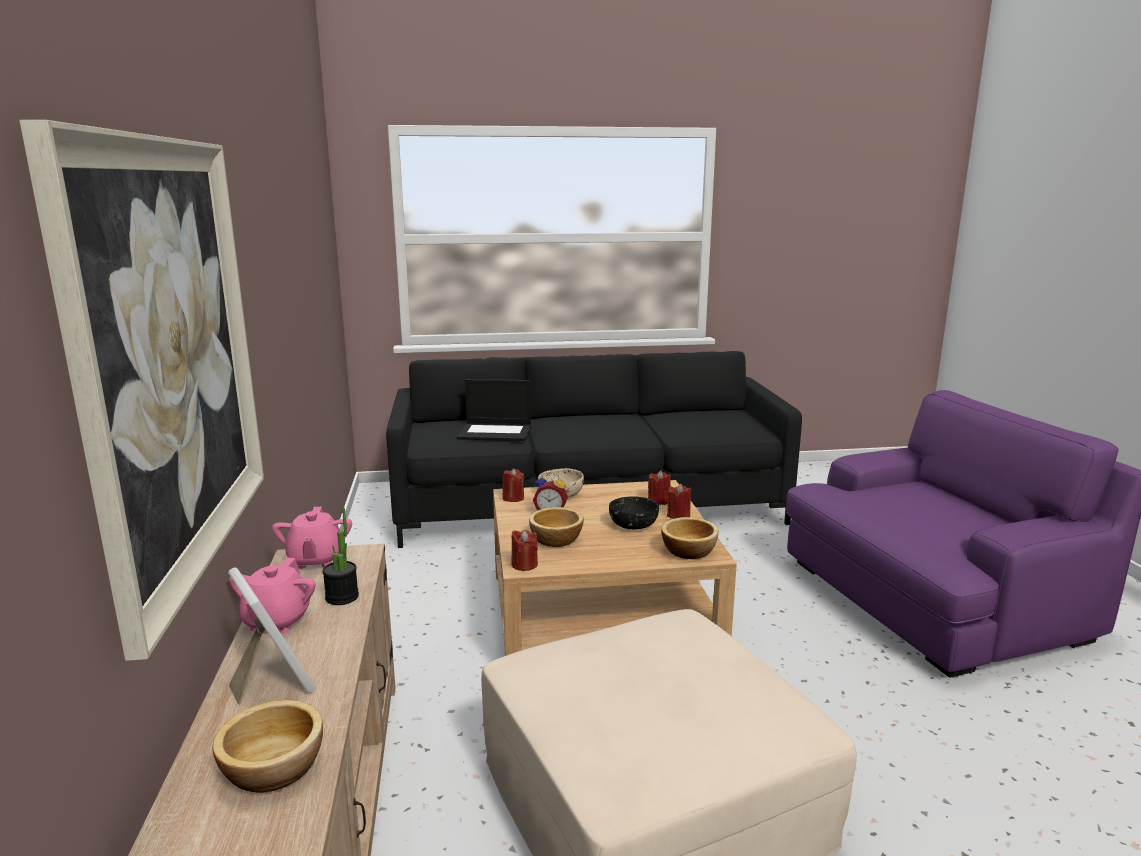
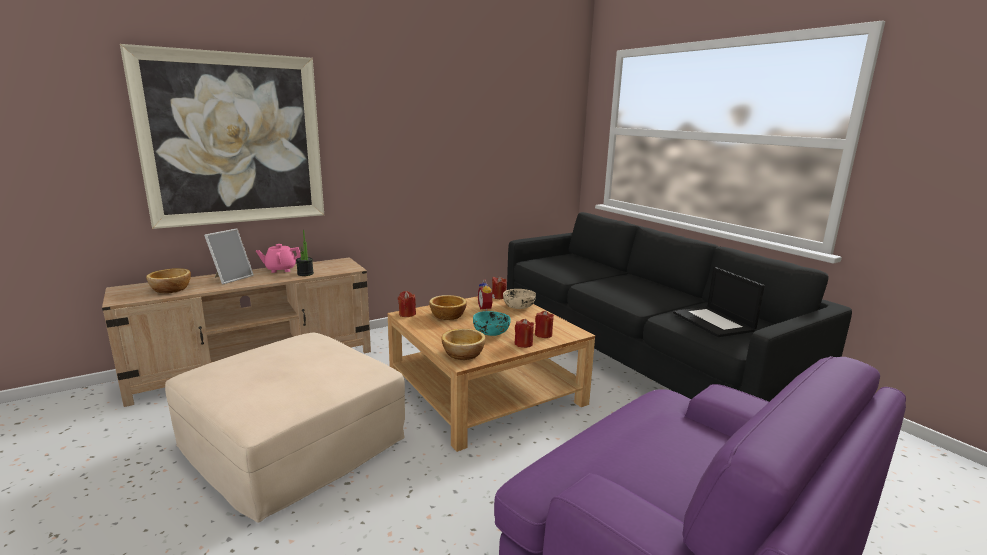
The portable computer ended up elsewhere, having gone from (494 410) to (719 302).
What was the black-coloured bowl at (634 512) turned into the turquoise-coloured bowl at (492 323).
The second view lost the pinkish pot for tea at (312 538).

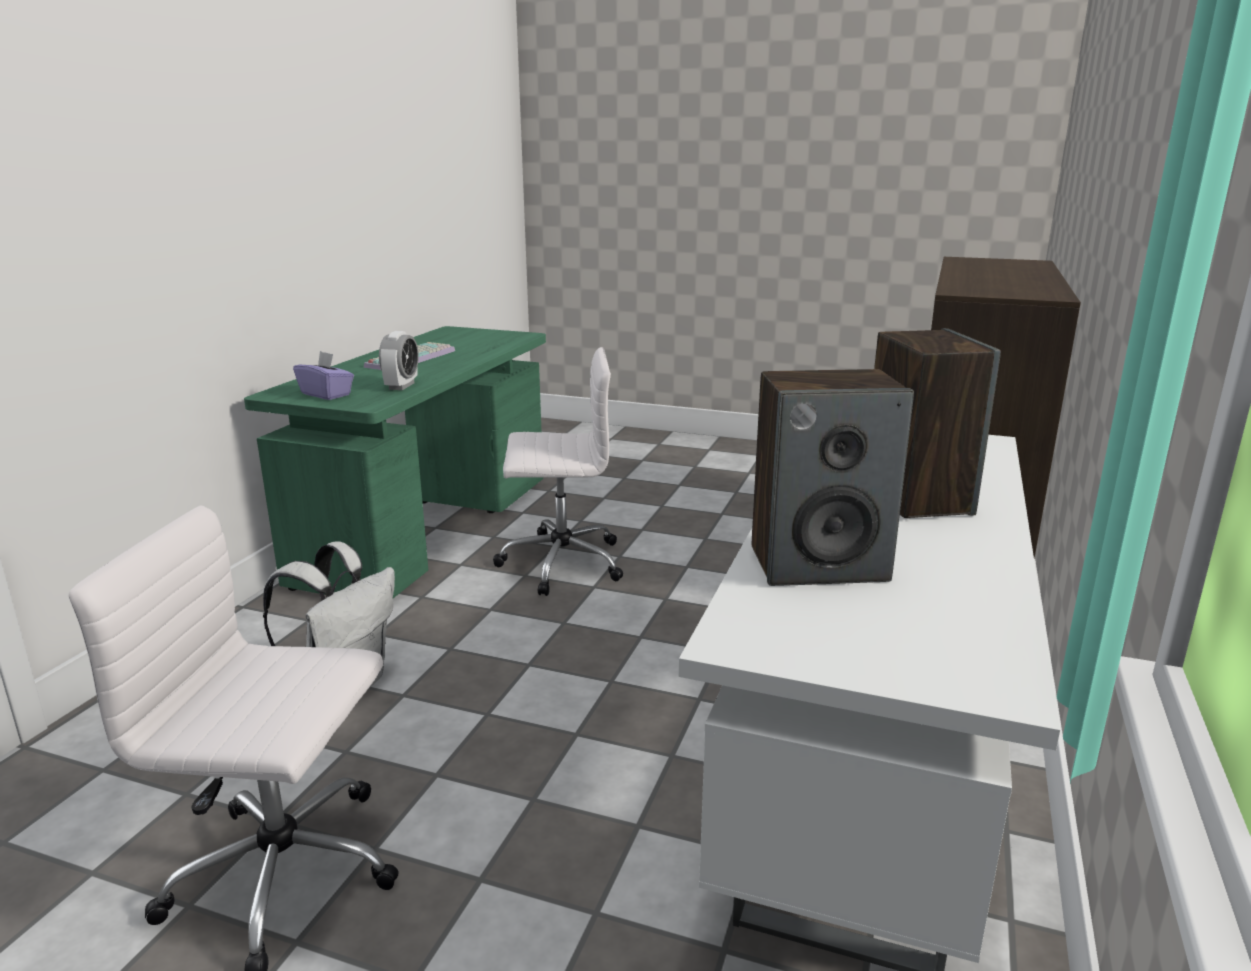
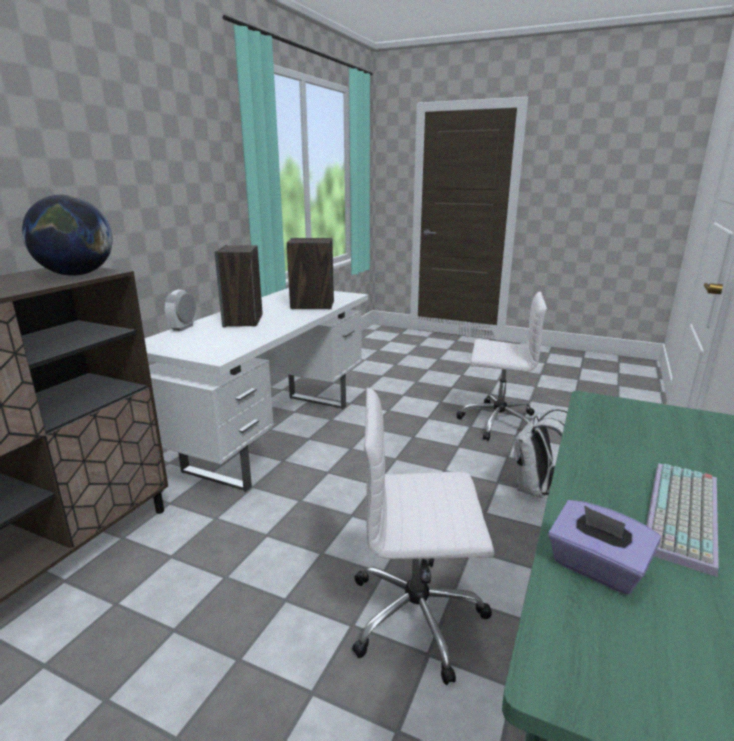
The bedside clock ended up elsewhere, having gone from (399 360) to (180 310).
The purple-coloured box of tissues ended up elsewhere, having gone from (323 375) to (604 547).
The second view gained the world globe at (67 235).

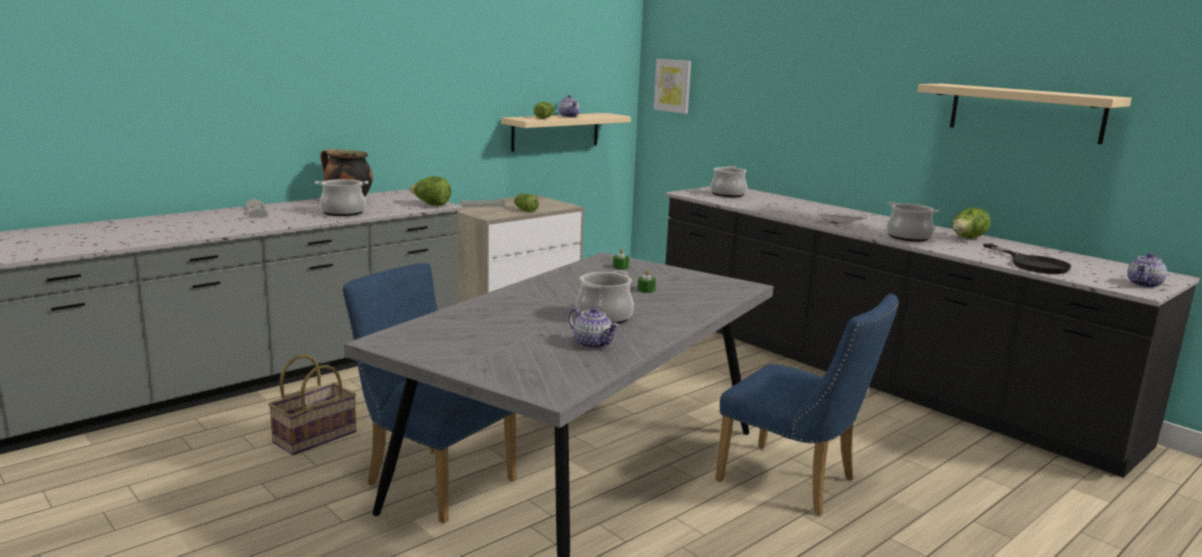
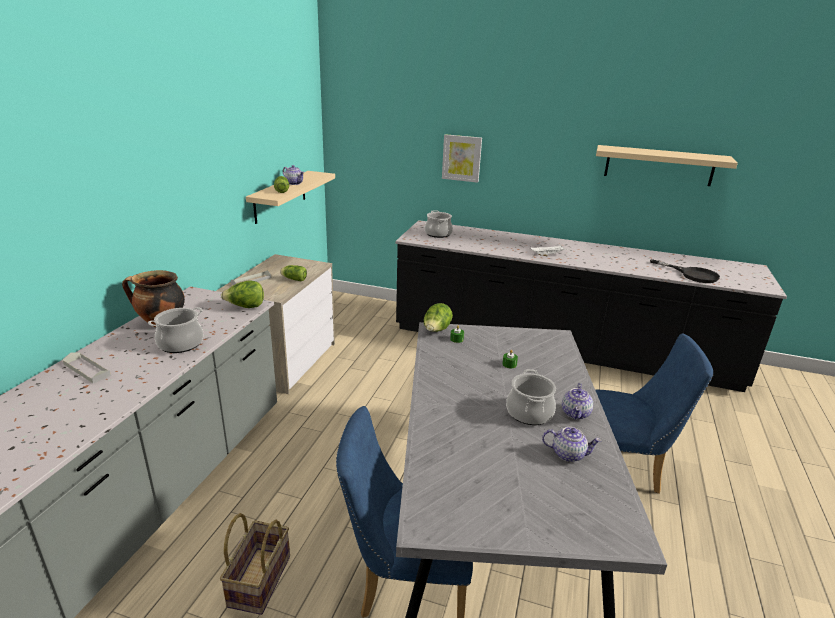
The picture ended up elsewhere, having gone from (672 86) to (462 158).
The second view lost the saucepot at (912 222).
The lettuce ended up elsewhere, having gone from (971 223) to (438 317).
The pot for tea ended up elsewhere, having gone from (1147 270) to (577 401).

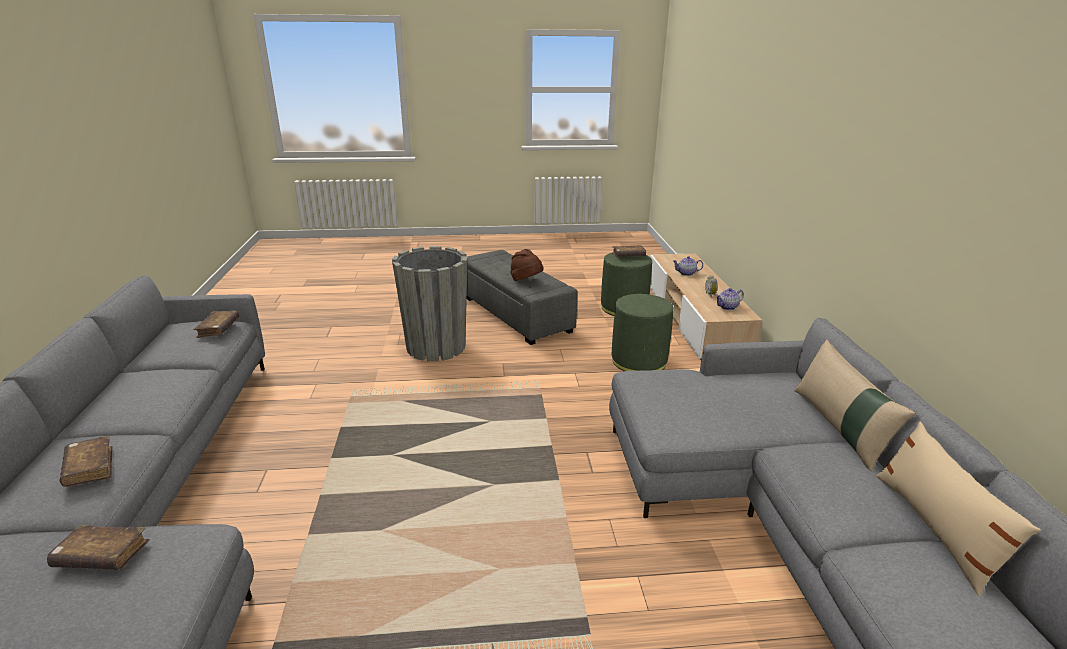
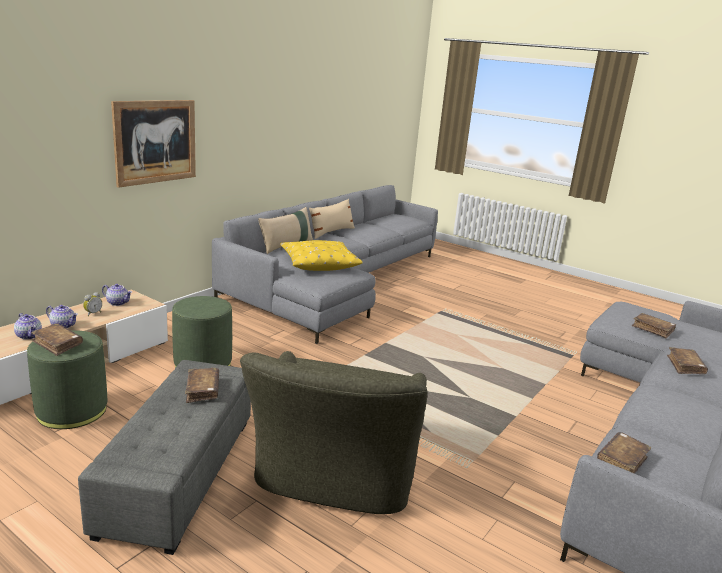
Where the gray planter stood at (430 303), the greenish lounge chair came to stand at (333 432).
Where the brown-coloured hat stood at (526 265), the brown-coloured book came to stand at (202 385).
The second view gained the picture at (153 144).
The second view gained the yellow-coloured pillow at (321 255).
The second view gained the pot for tea at (62 316).

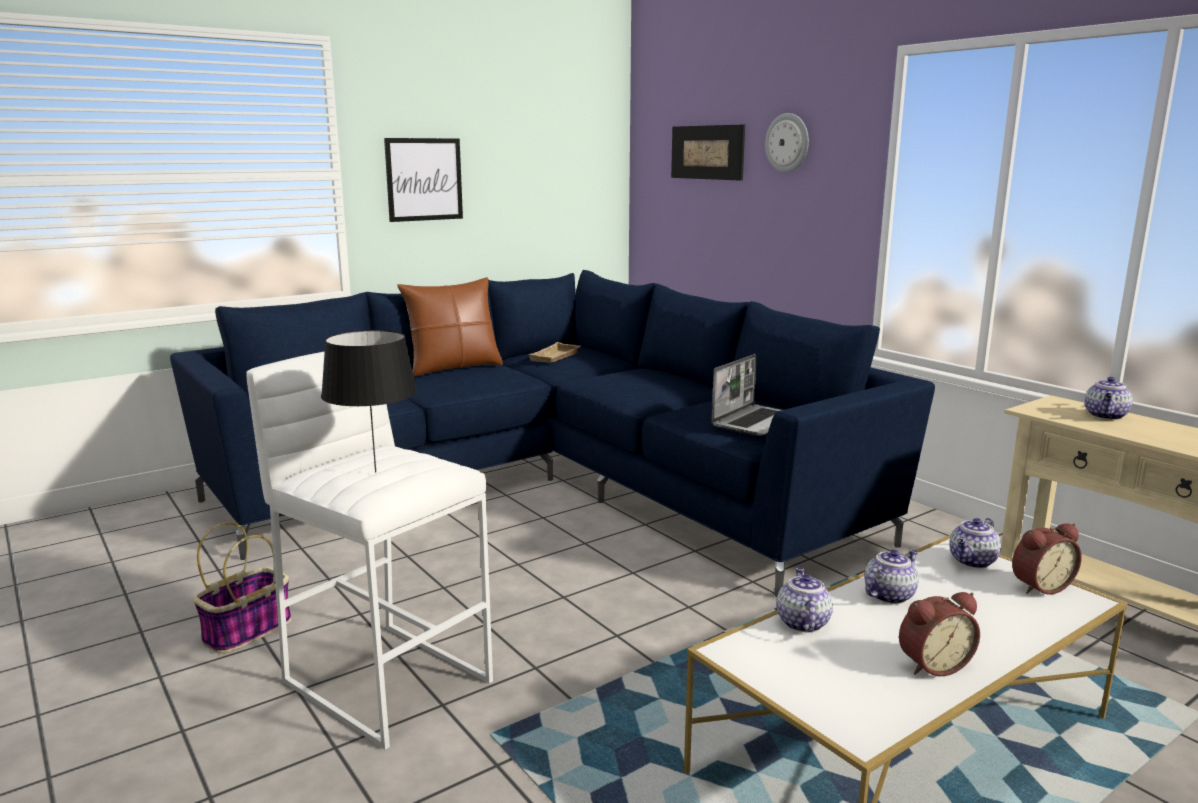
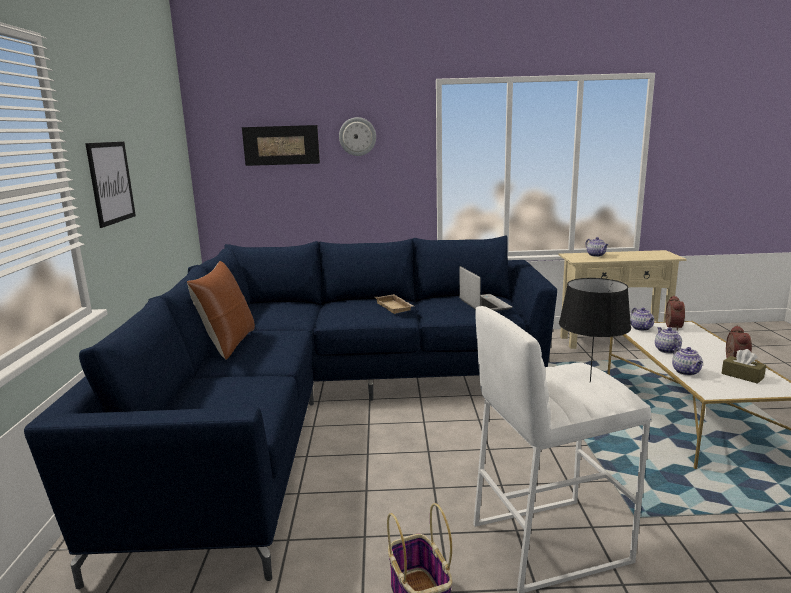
The beige carrying tray ended up elsewhere, having gone from (555 352) to (394 304).
The pot for tea at (805 600) ended up facing another way, 135 degrees counterclockwise from before.
The second view gained the brown-coloured box of tissues at (743 366).

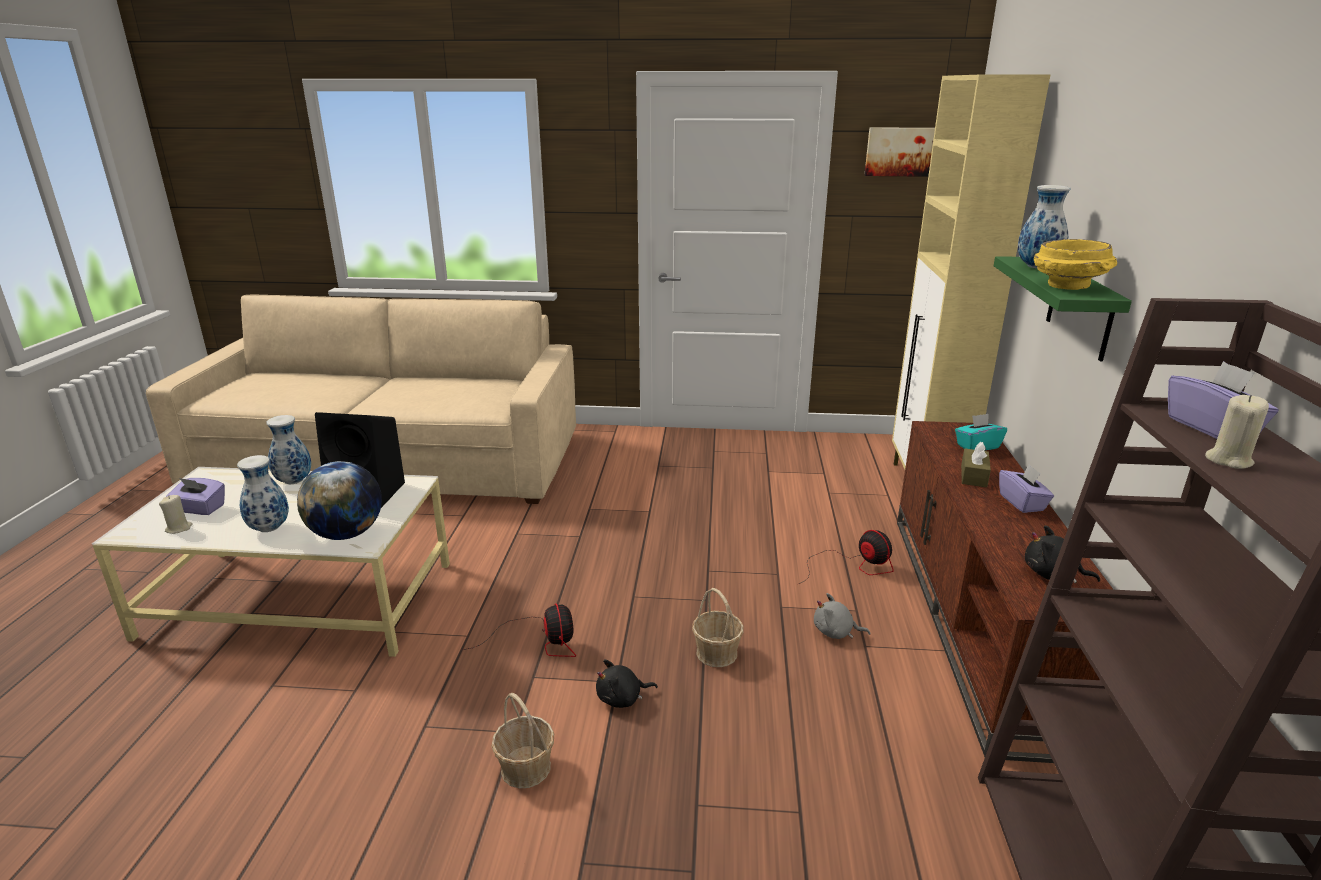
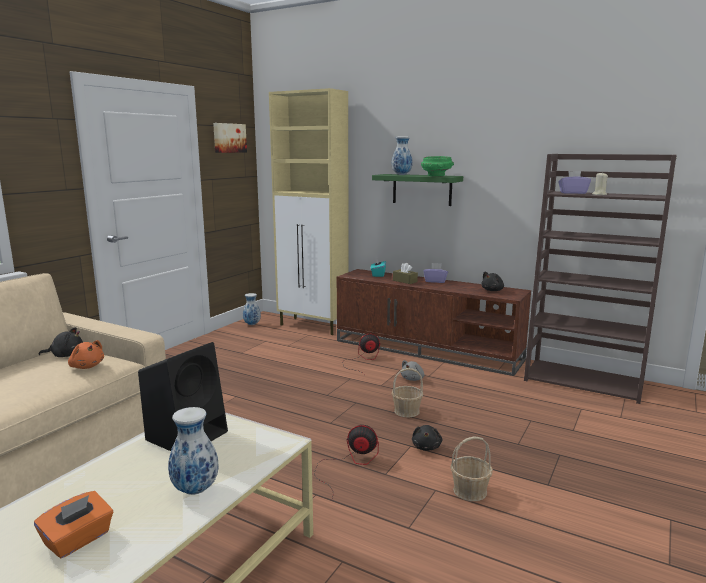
What was the yellow-coloured bowl at (1075 264) turned into the greenish bowl at (437 166).
The vase ended up elsewhere, having gone from (288 449) to (252 309).
The second view lost the world globe at (339 500).
What was the purple-coloured box of tissues at (195 496) turned into the orange-coloured box of tissues at (73 524).
The second view lost the beige candle at (176 514).
The second view gained the black-coloured soft toy at (61 342).
The second view gained the orange-coloured soft toy at (86 354).

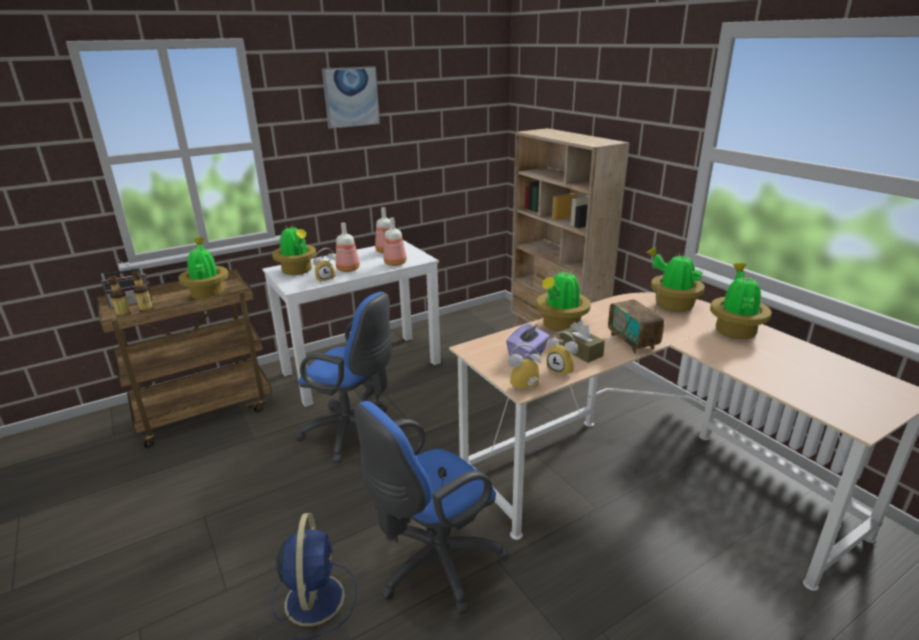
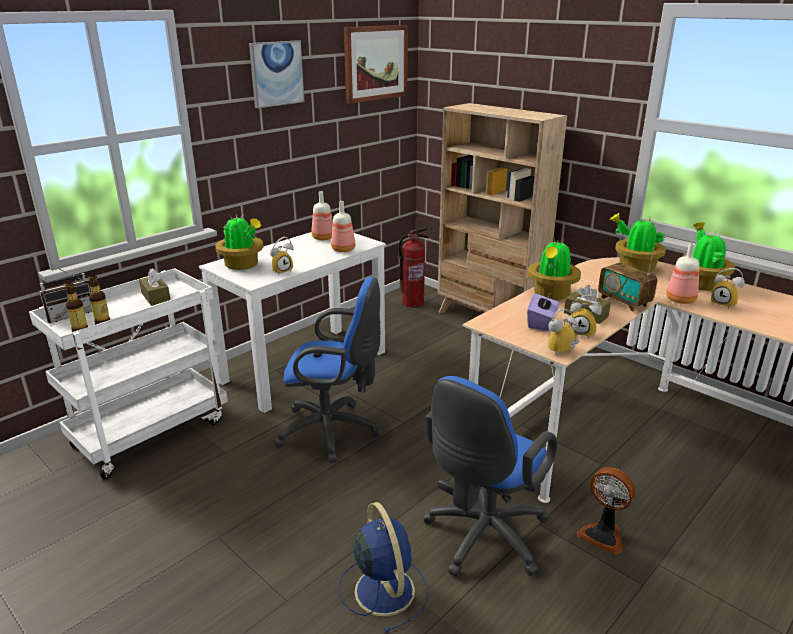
The beverage bottle ended up elsewhere, having gone from (348 247) to (683 273).
Where the plant in a pot stood at (204 268), the brown-coloured box of tissues came to stand at (154 287).
What was the brown-coloured wheeled cart at (184 358) turned into the white wheeled cart at (128 374).
The second view gained the picture at (376 64).
The second view gained the extinguisher at (413 267).
The second view gained the bedside clock at (728 288).
The second view gained the fan at (606 511).

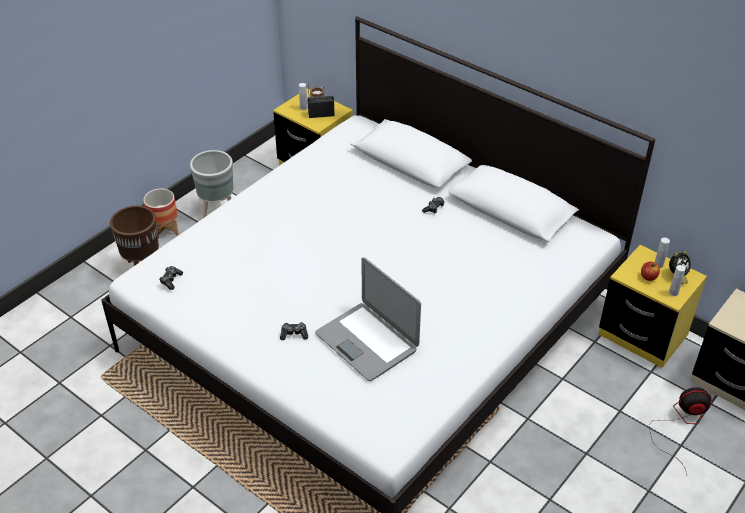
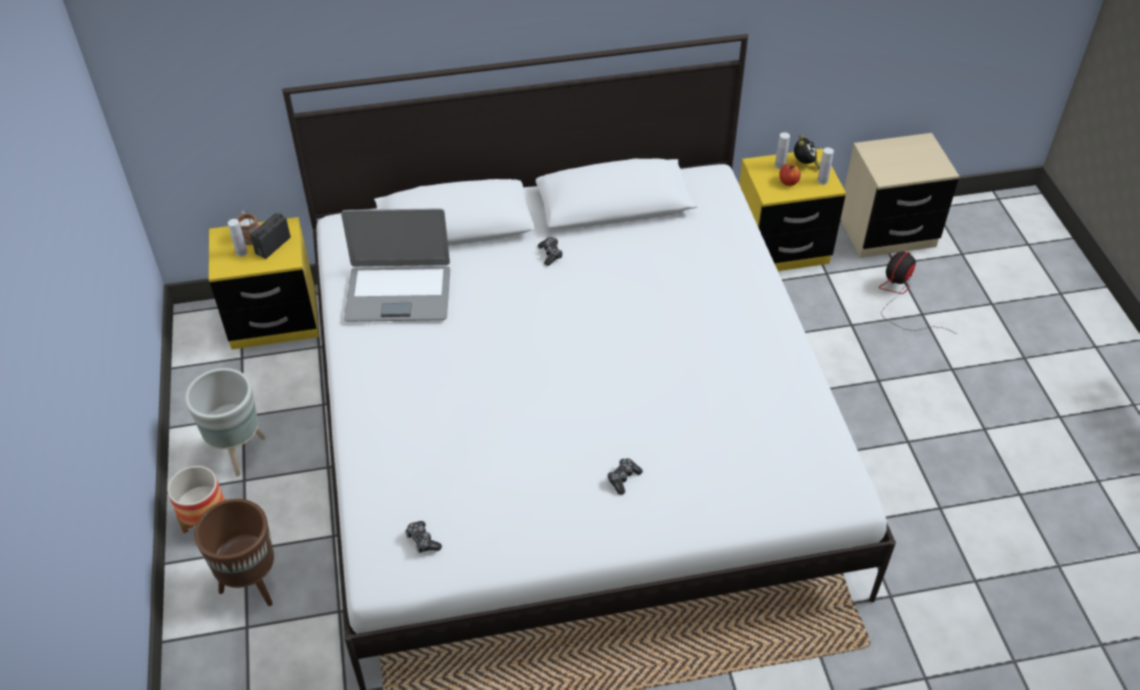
The portable computer ended up elsewhere, having gone from (368 319) to (395 265).

